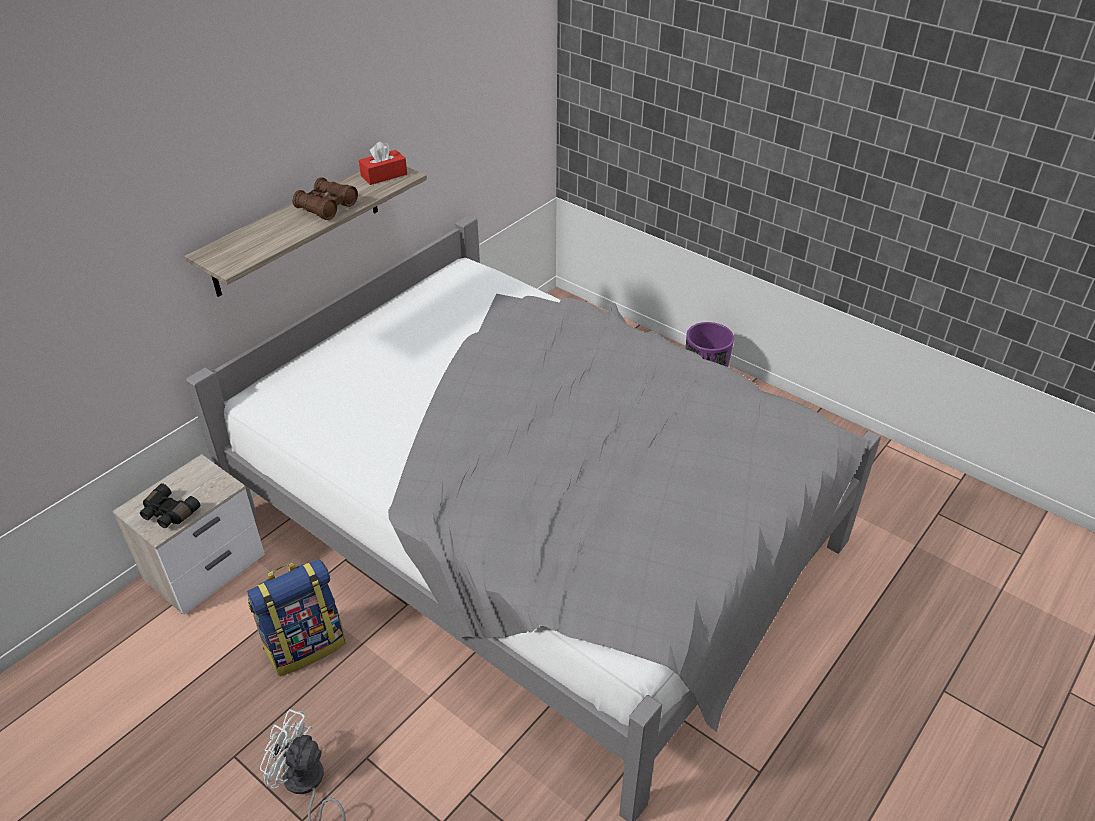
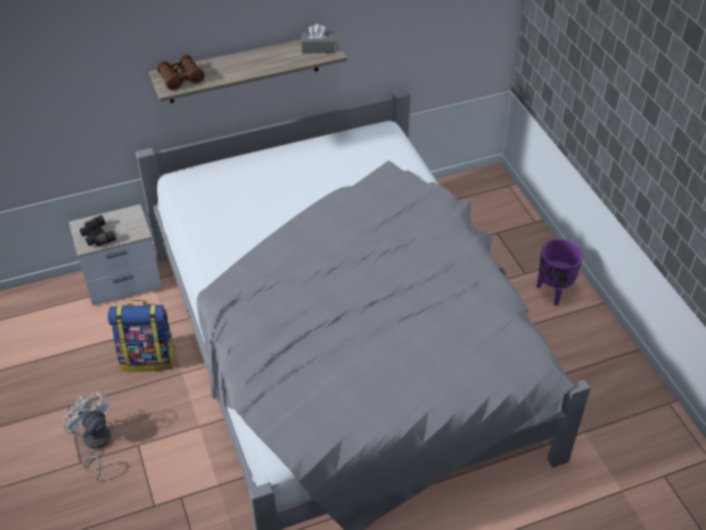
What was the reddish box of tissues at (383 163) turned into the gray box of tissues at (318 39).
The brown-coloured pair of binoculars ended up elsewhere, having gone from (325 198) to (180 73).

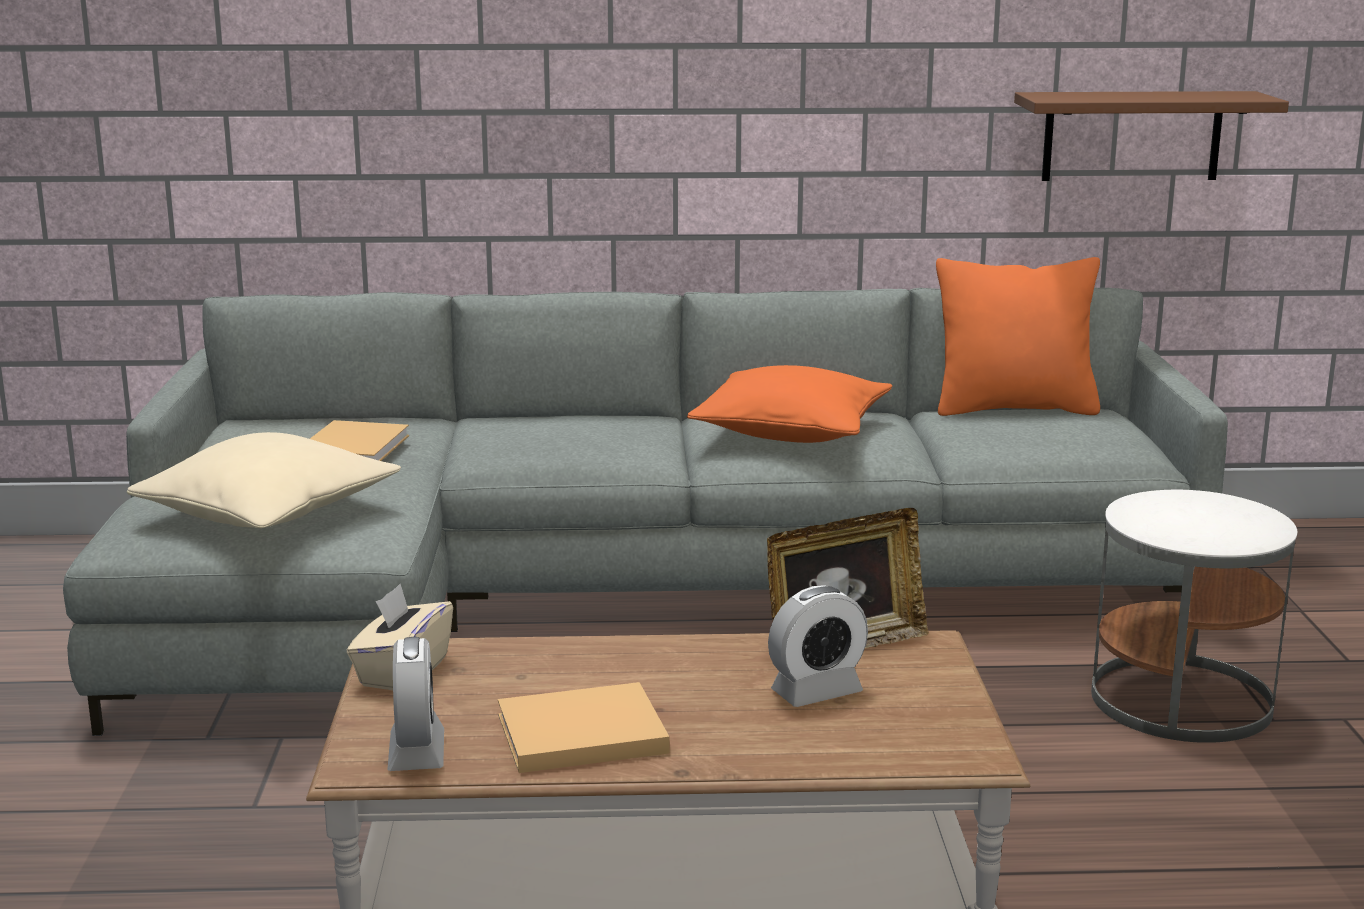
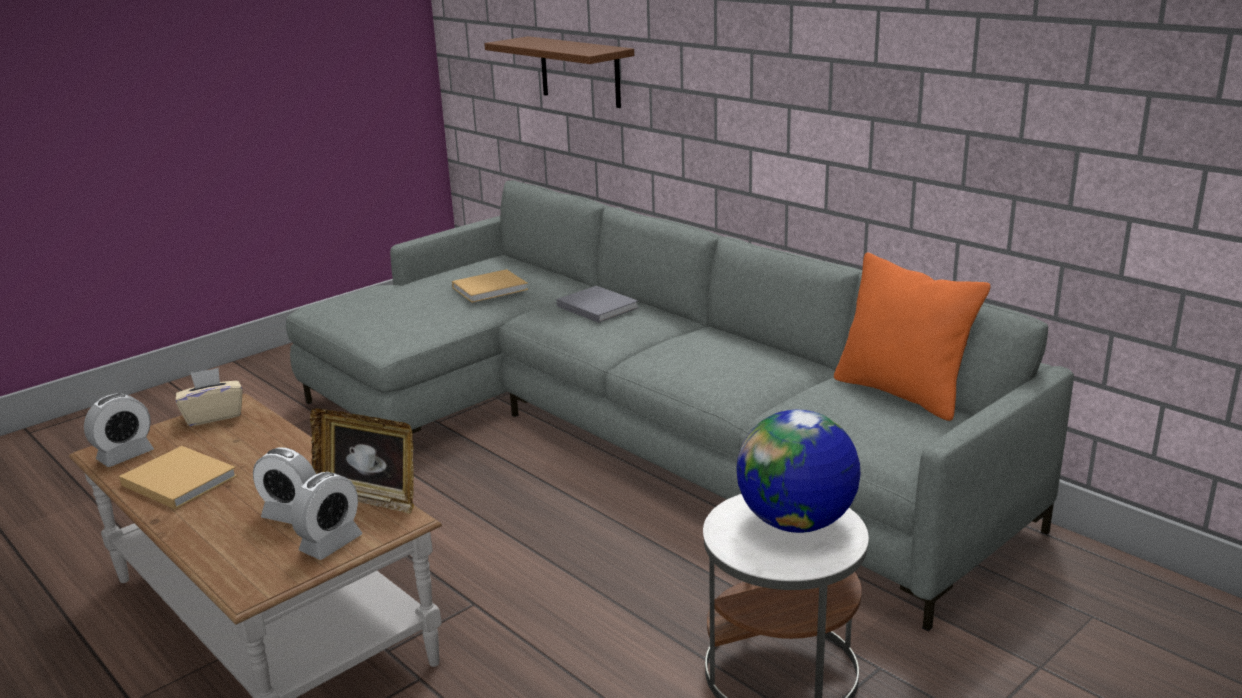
The brown-coloured shelf ended up elsewhere, having gone from (1151 136) to (559 72).
The second view lost the orange-coloured pillow at (790 404).
The second view lost the beige pillow at (264 480).
The second view gained the gray book at (597 304).
The second view gained the world globe at (798 471).
The second view gained the bedside clock at (326 516).

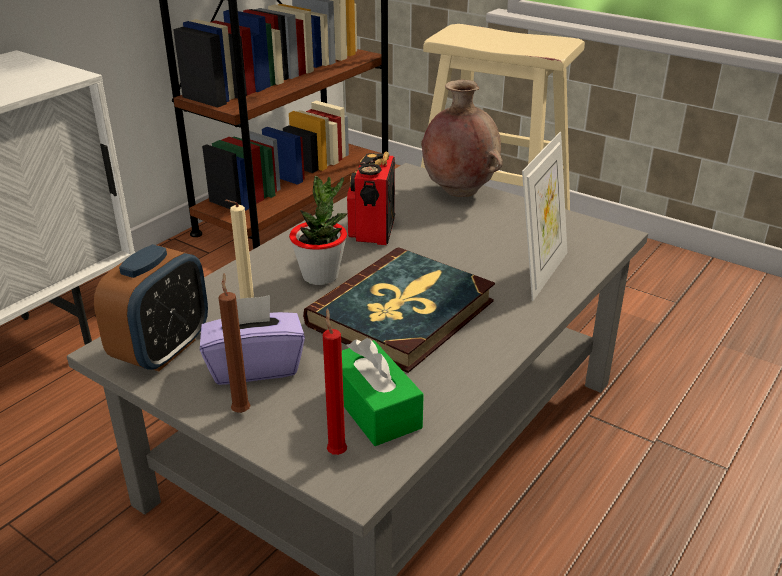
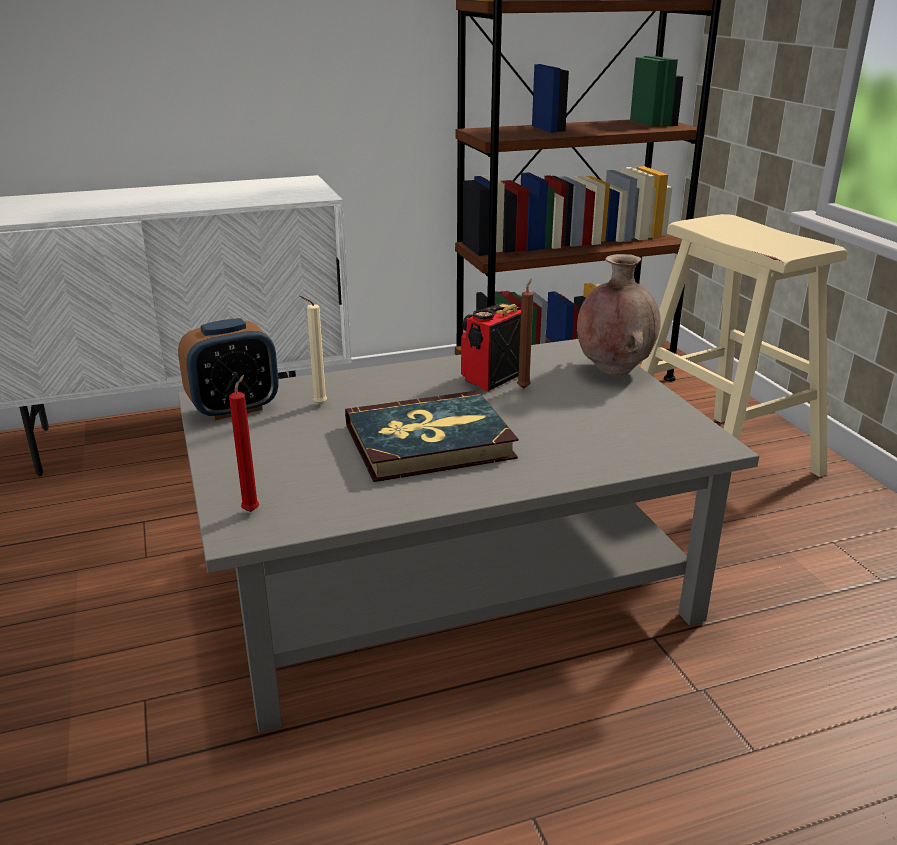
The second view lost the picture frame at (544 216).
The second view lost the plant in a pot at (318 230).
The brown-coloured candle ended up elsewhere, having gone from (234 343) to (525 333).
The second view lost the purple-coloured box of tissues at (252 340).
The second view lost the greenish box of tissues at (383 392).

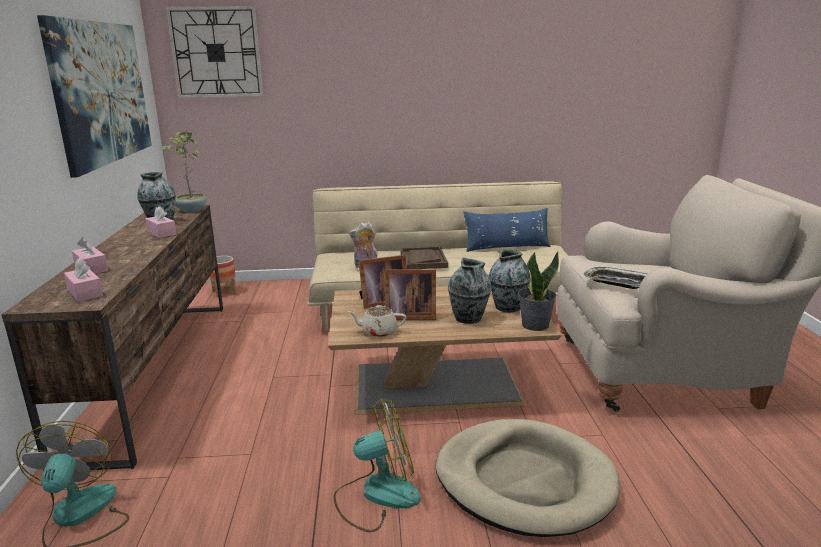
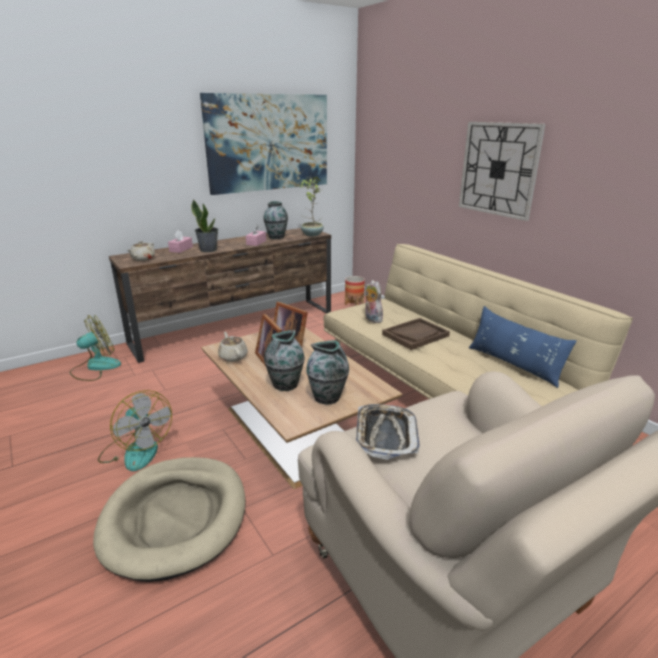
The clock on the wall ended up elsewhere, having gone from (214 52) to (502 171).
The plant in a pot ended up elsewhere, having gone from (538 291) to (204 225).
Where the pinkish box of tissues stood at (83 280), the beige pot for tea came to stand at (141 251).

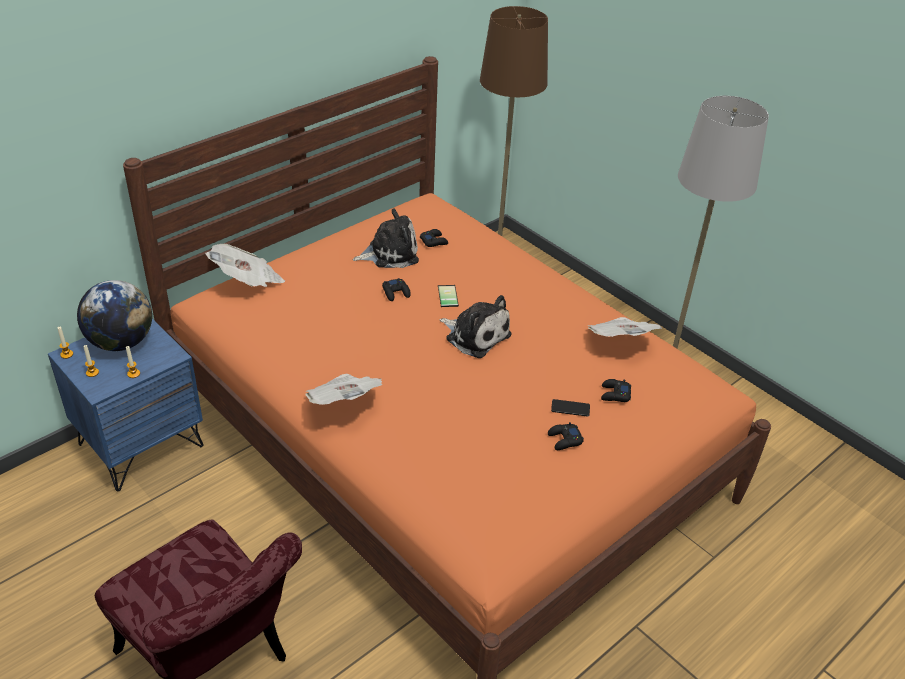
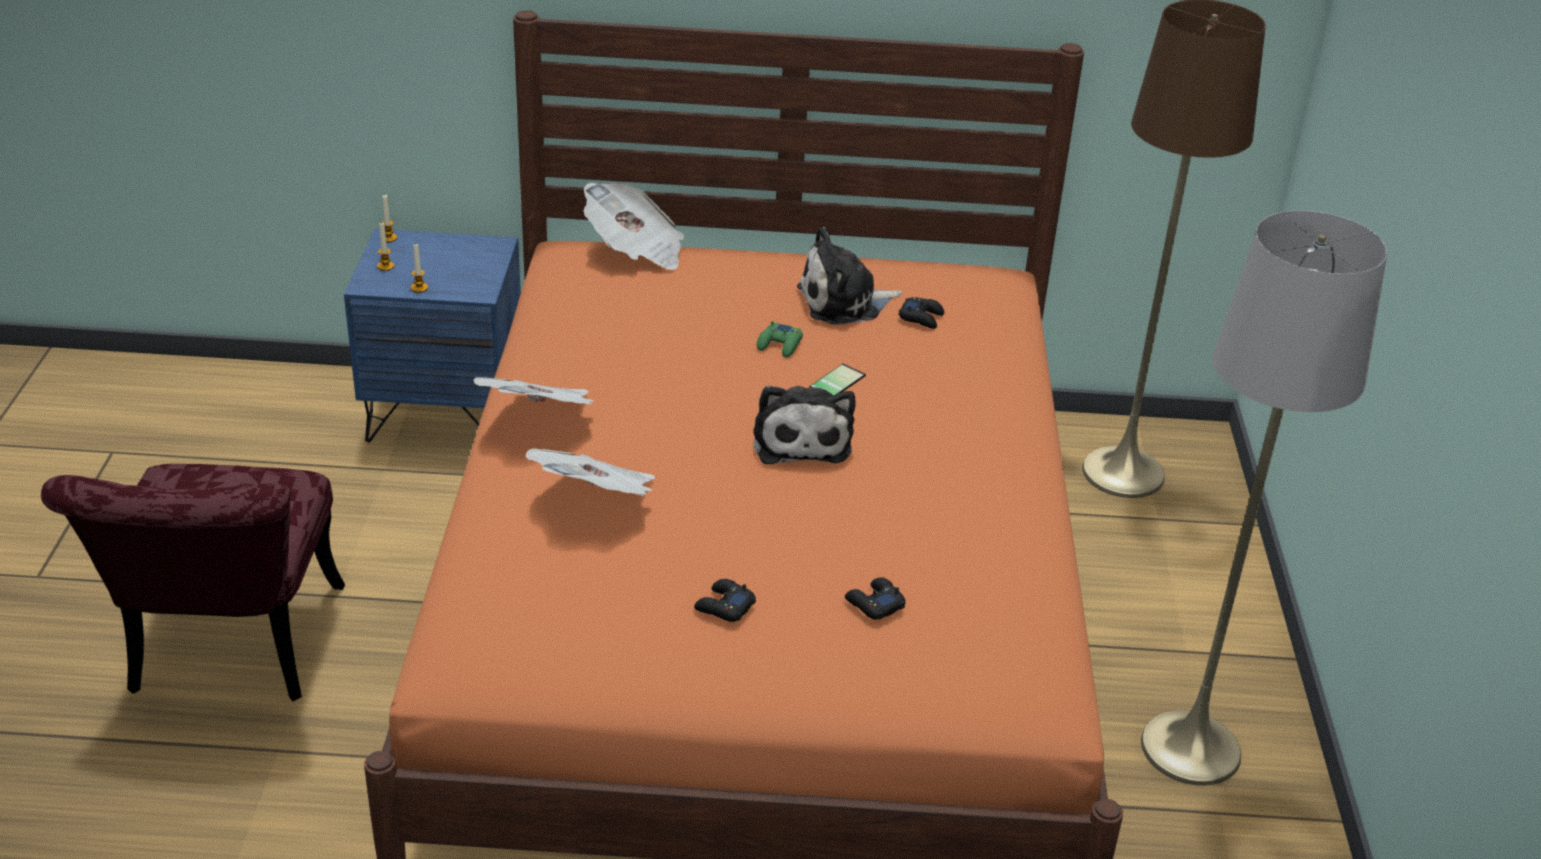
The soft toy at (386 238) ended up facing another way, 135 degrees clockwise from before.
What was the black-coloured gamepad at (396 289) turned into the greenish gamepad at (780 339).
The second view lost the world globe at (114 315).
The newspaper ended up elsewhere, having gone from (625 327) to (590 472).
The second view lost the telephone at (570 408).

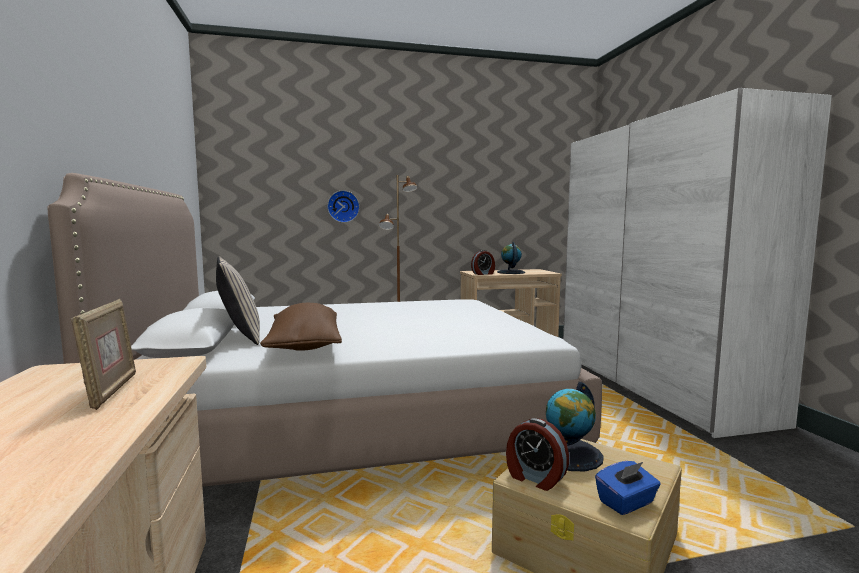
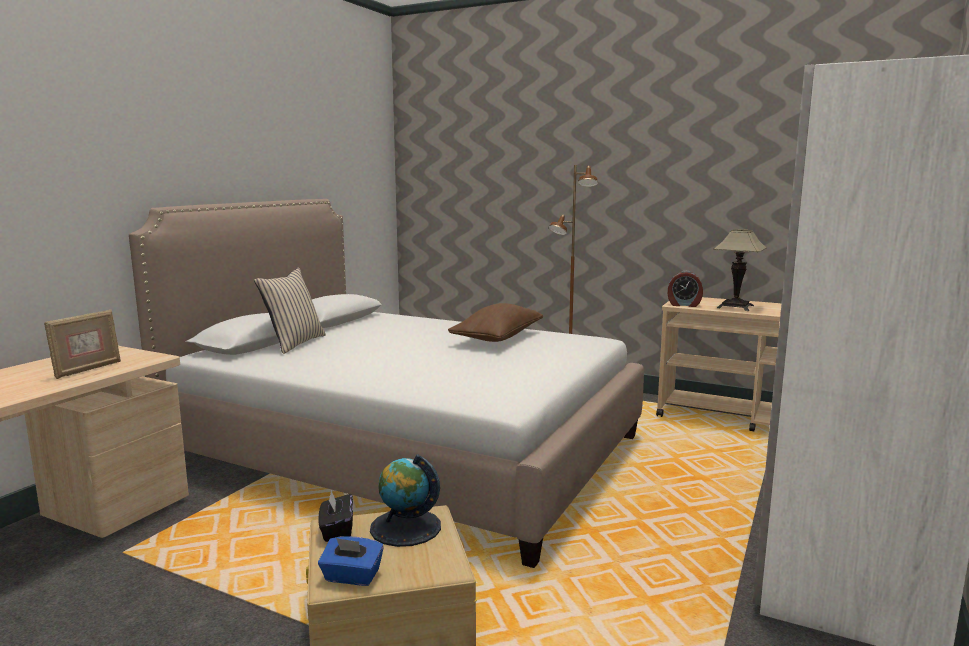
The second view lost the clock on the wall at (343 206).
Where the world globe stood at (511 258), the table lamp came to stand at (740 270).
The brown-coloured pillow ended up elsewhere, having gone from (301 327) to (495 322).
Where the bedside clock stood at (537 454), the black-coloured box of tissues came to stand at (335 516).

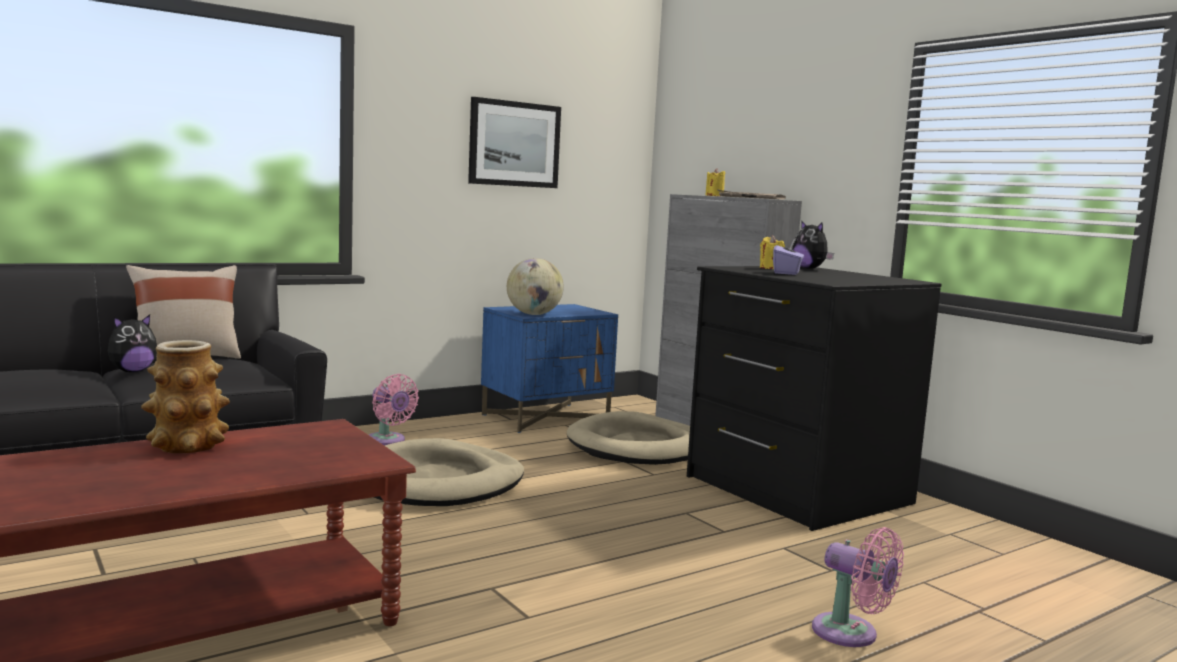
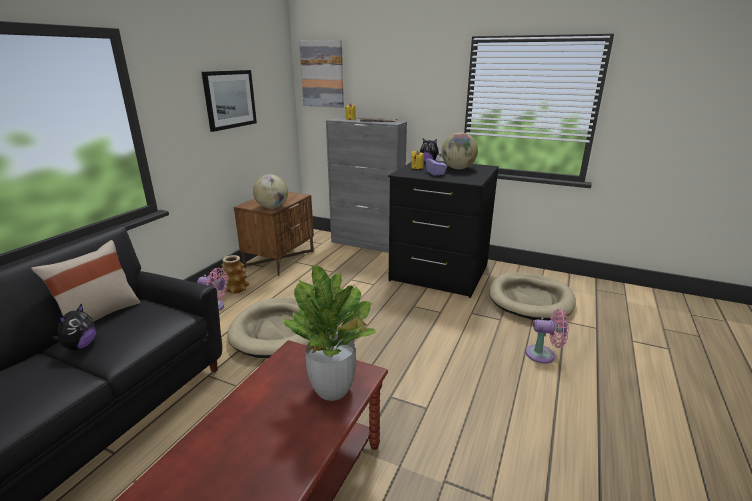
What was the blue-coloured bedside table at (549 368) turned into the brown-coloured bedside table at (274 234).
The vase ended up elsewhere, having gone from (185 396) to (235 274).
The beige pet bed ended up elsewhere, having gone from (628 438) to (532 296).
The second view gained the picture at (321 74).
The second view gained the world globe at (459 150).
The second view gained the plant in a pot at (329 333).

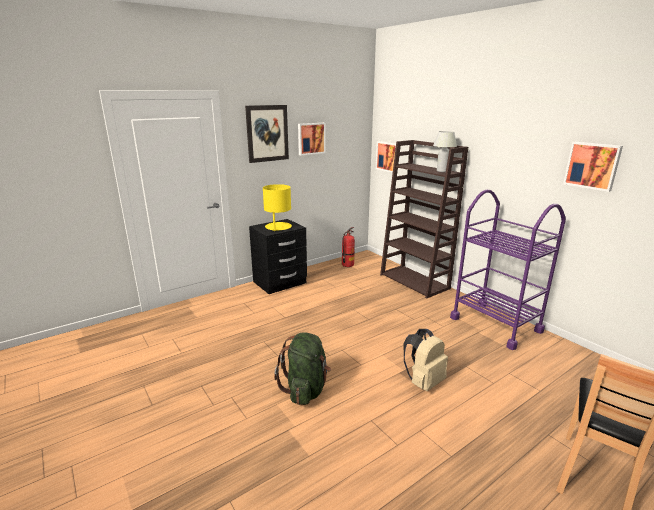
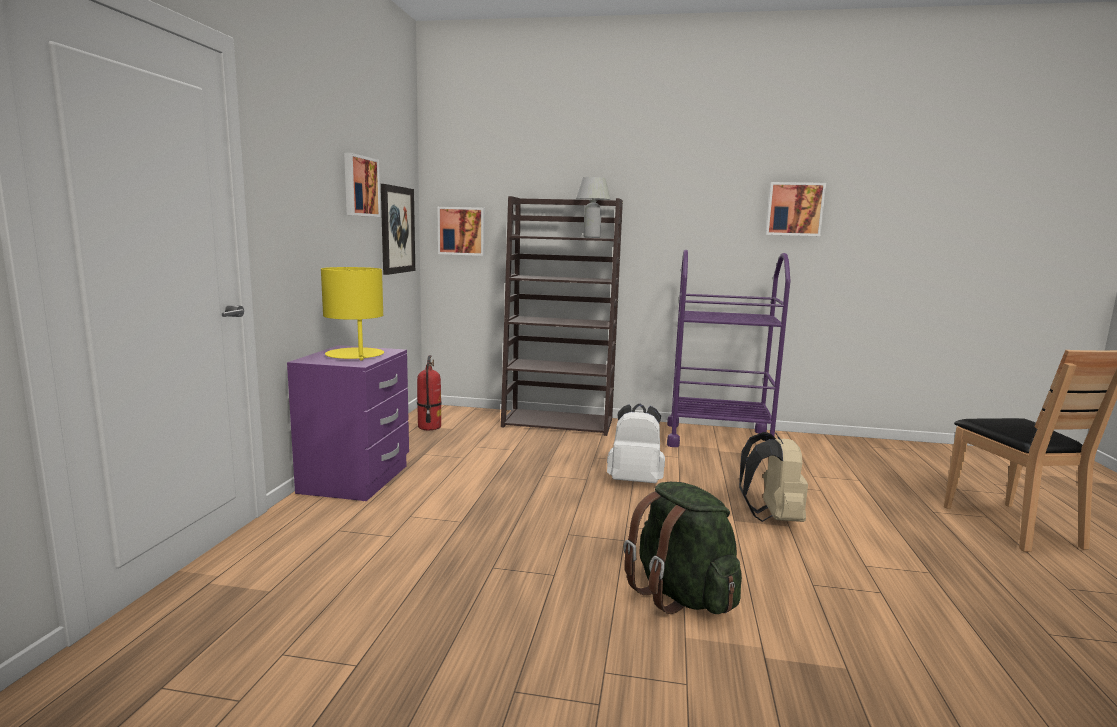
The picture ended up elsewhere, having gone from (267 134) to (398 229).
What was the black-coloured bedside table at (278 256) turned into the purple-coloured bedside table at (348 423).
The second view gained the white knapsack at (636 443).

